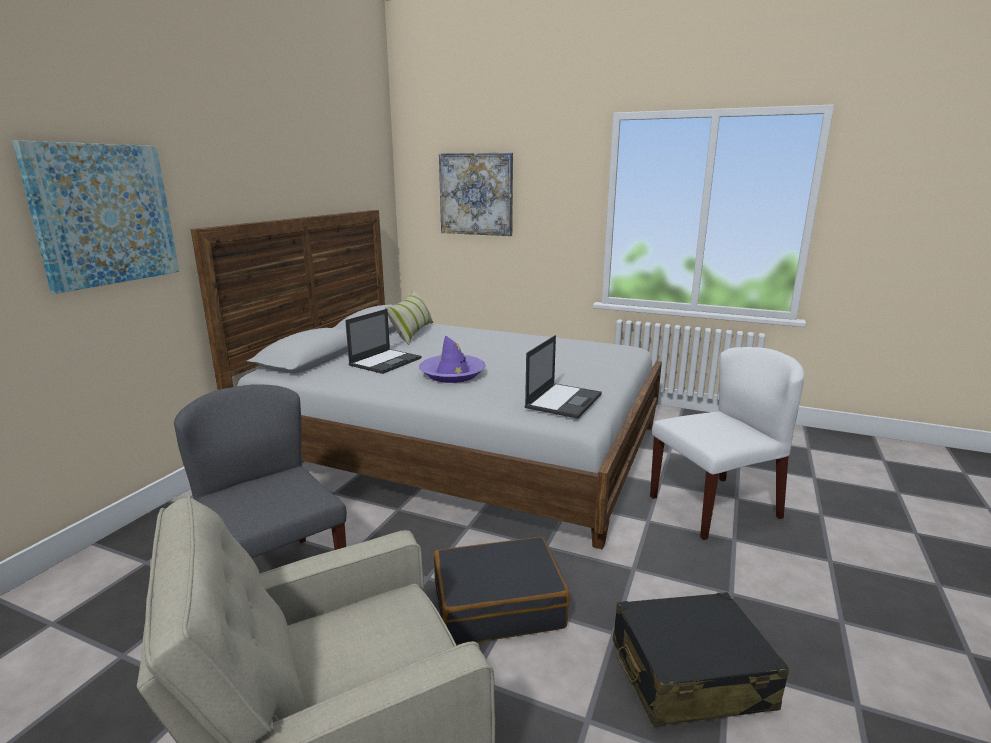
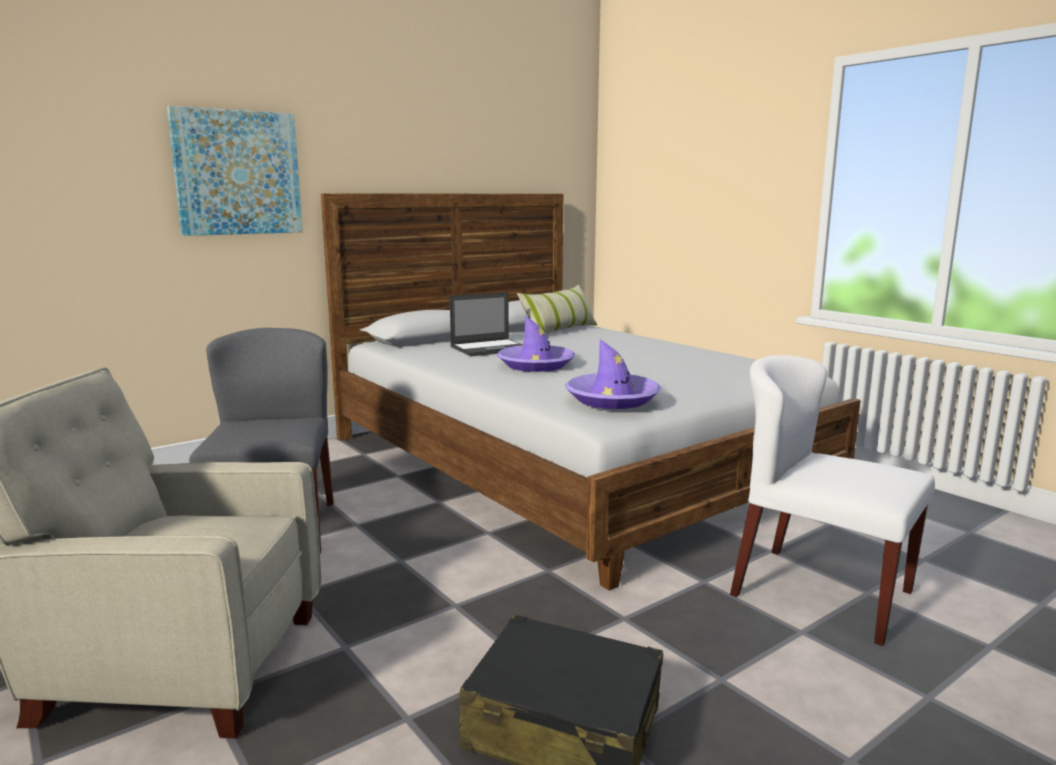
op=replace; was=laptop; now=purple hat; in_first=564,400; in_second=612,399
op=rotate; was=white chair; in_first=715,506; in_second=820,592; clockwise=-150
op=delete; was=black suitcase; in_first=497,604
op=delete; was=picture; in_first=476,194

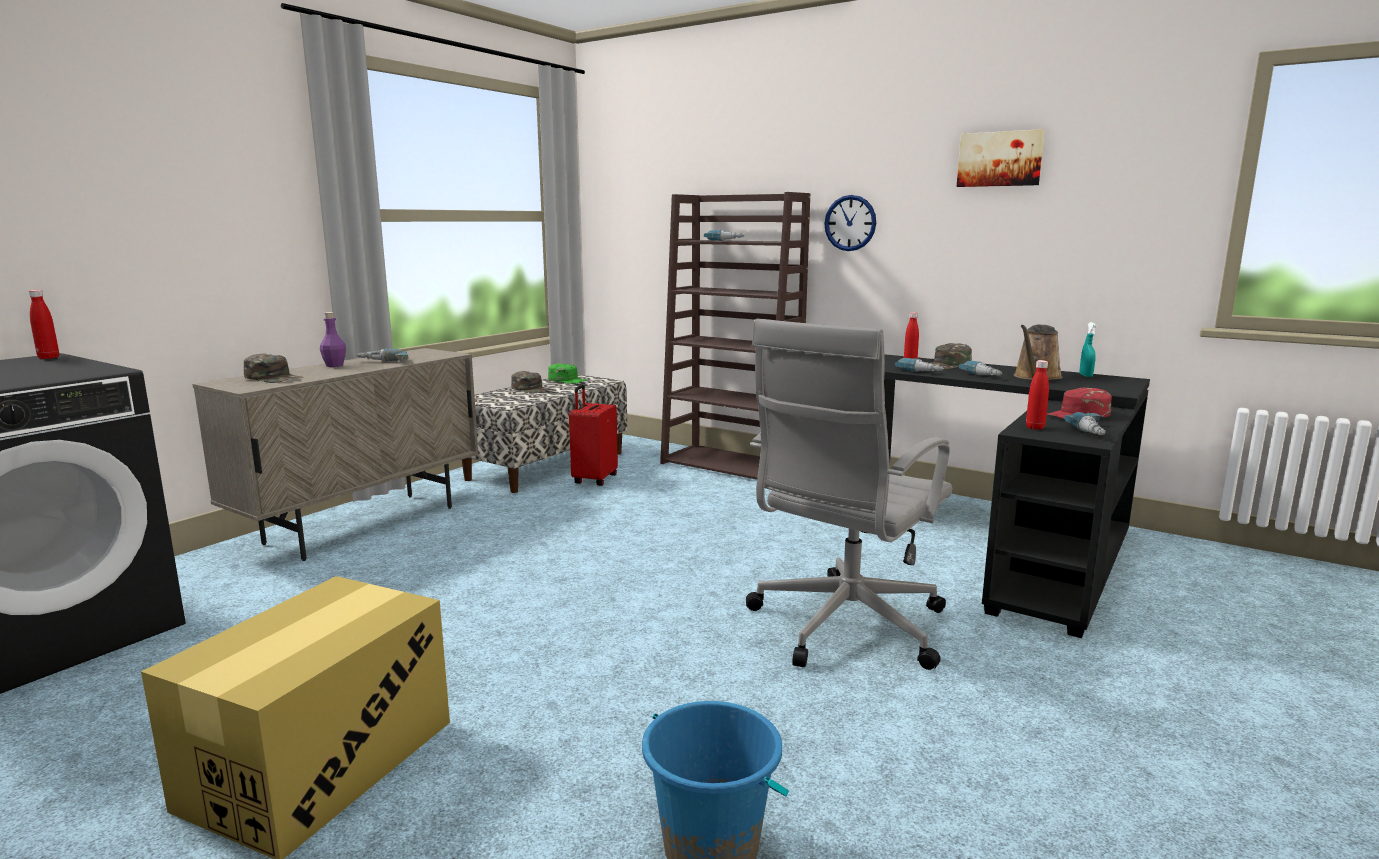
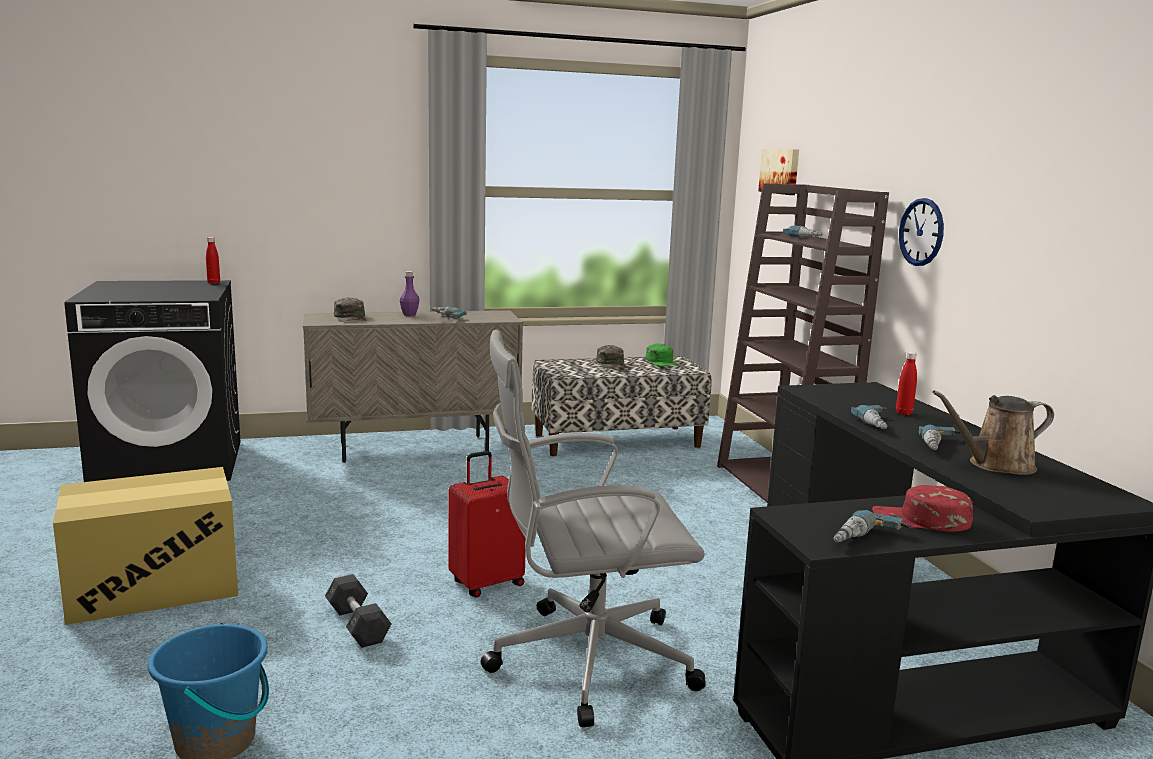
op=insert; now=grey dumbbell; in_second=357,625
op=move; was=red suitcase; in_first=594,479; in_second=486,583
op=move; was=picture; in_first=1000,159; in_second=780,171
op=delete; was=green cap; in_first=947,365
op=delete; was=red bottle; in_first=1035,427
op=delete; was=turquoise spray bottle; in_first=1085,376

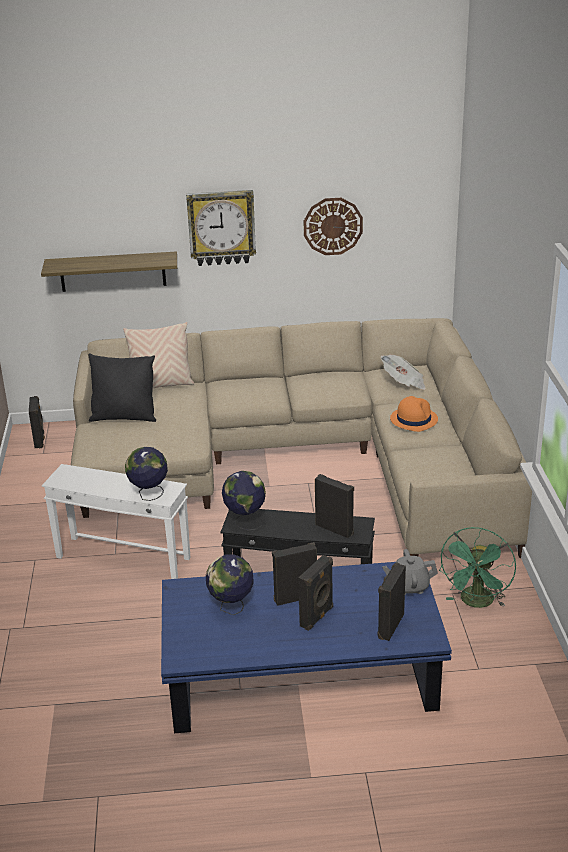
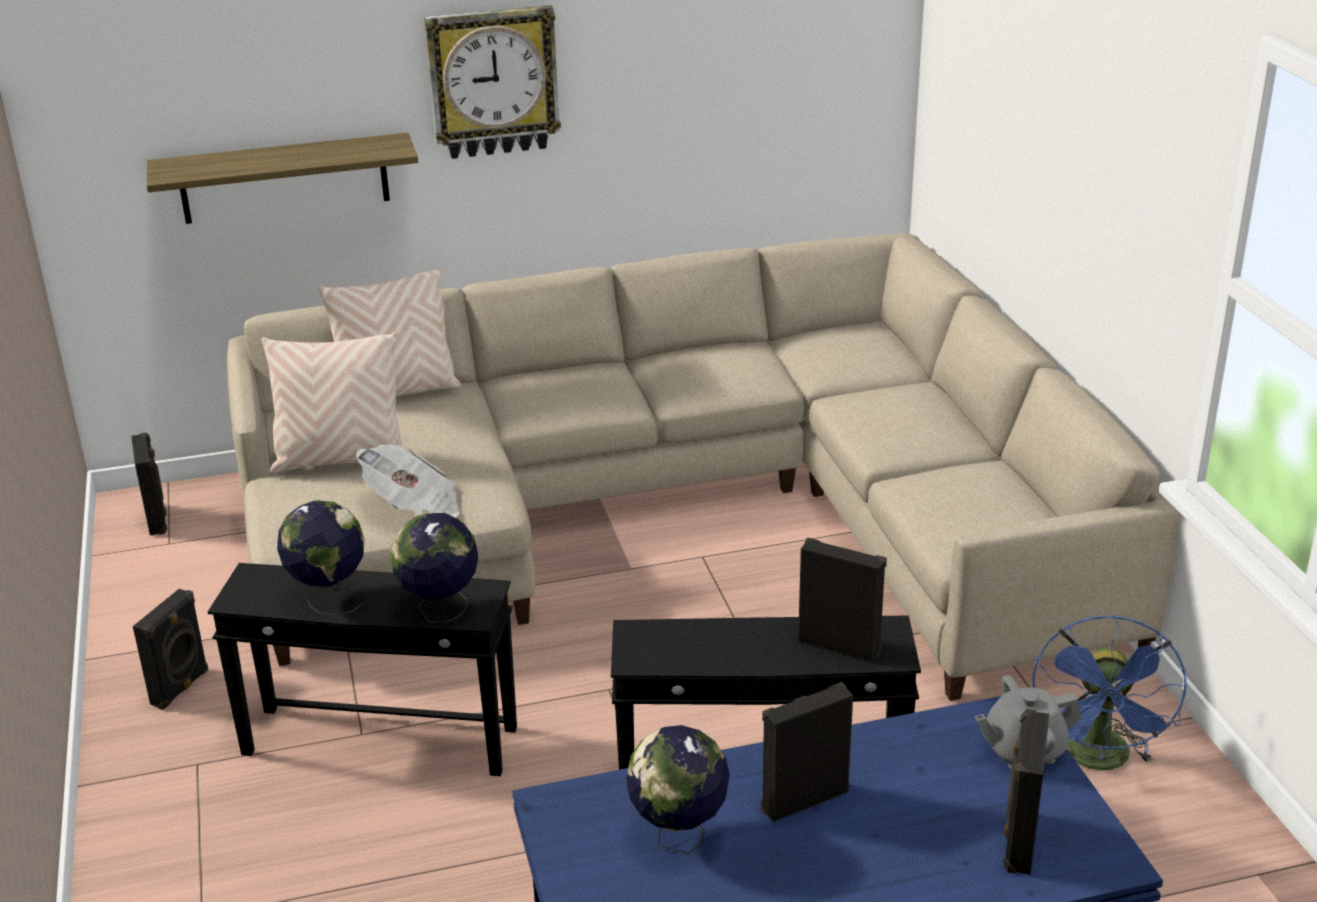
op=move; was=black speaker; in_first=317,617; in_second=181,688
op=recolor; was=white side table; now=black side table; in_first=122,558; in_second=379,742
op=recolor; was=black pillow; now=beige pillow; in_first=124,417; in_second=340,460
op=move; was=globe; in_first=245,520; in_second=329,598
op=move; was=newspaper; in_first=404,383; in_second=414,505
op=recolor; was=green fan; now=blue fan; in_first=476,603; in_second=1100,761
op=delete; was=wall clock; in_first=333,226
op=delete; was=orange hat; in_first=413,419

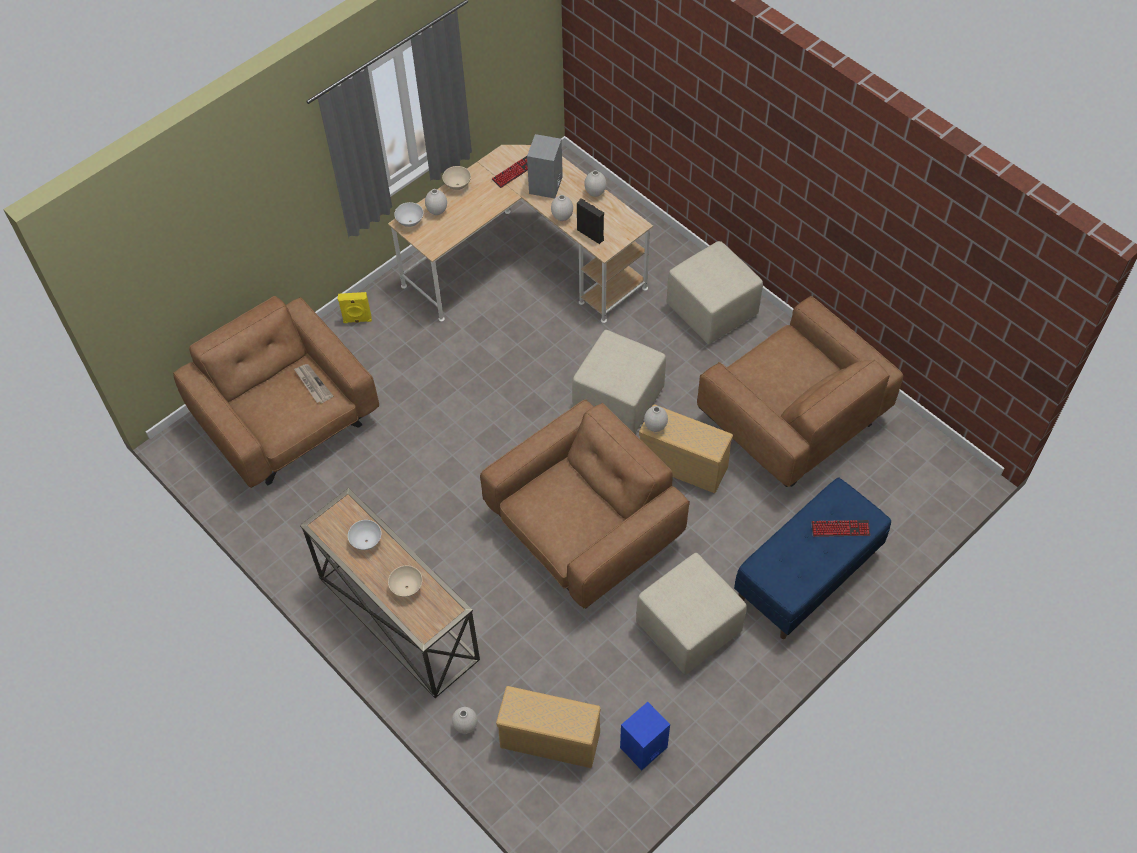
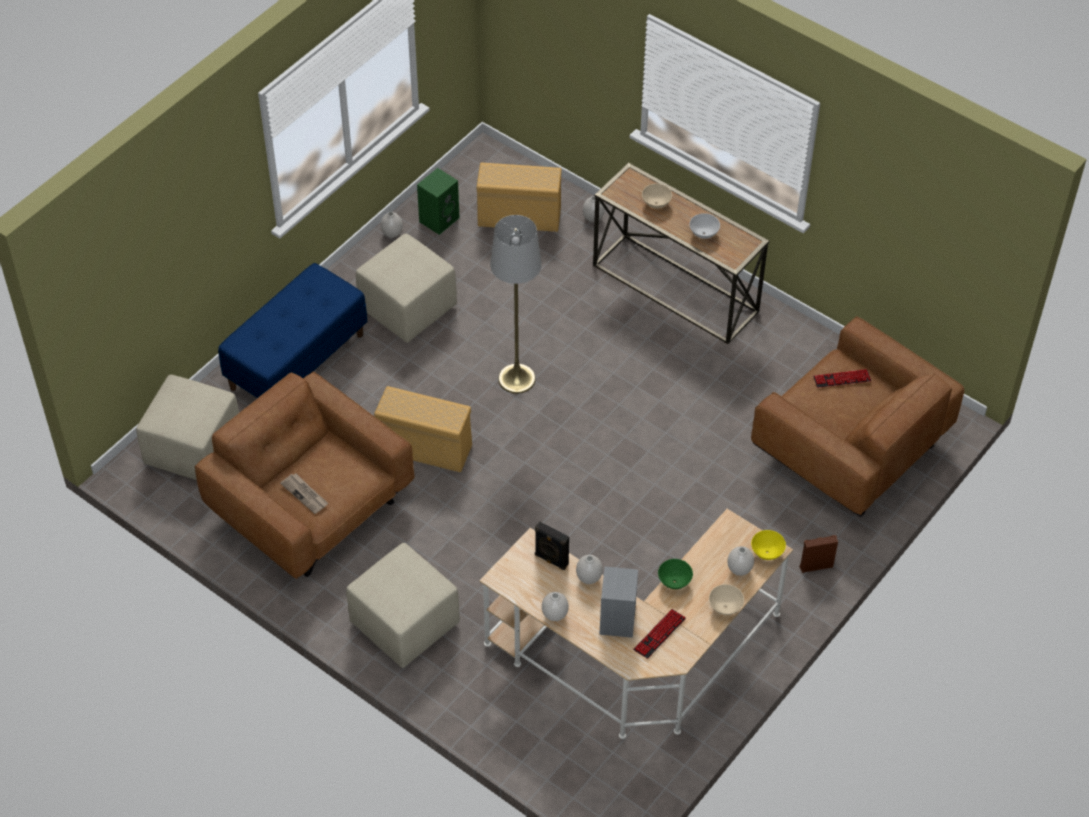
op=move; was=beige ottoman; in_first=618,400; in_second=193,448
op=move; was=newspaper; in_first=313,384; in_second=305,494
op=move; was=white vase; in_first=655,426; in_second=392,234
op=recolor; was=blue speaker; now=green speaker; in_first=643,749; in_second=439,219
op=replace; was=brown armchair; now=grey floor lamp; in_first=584,529; in_second=516,379
op=insert; now=green bowl; in_second=674,582
op=recolor; was=white bowl; now=yellow bowl; in_first=410,222; in_second=766,553
op=recolor; was=yellow speaker; now=brown speaker; in_first=357,320; in_second=816,565
op=move; was=keyboard; in_first=840,529; in_second=842,379

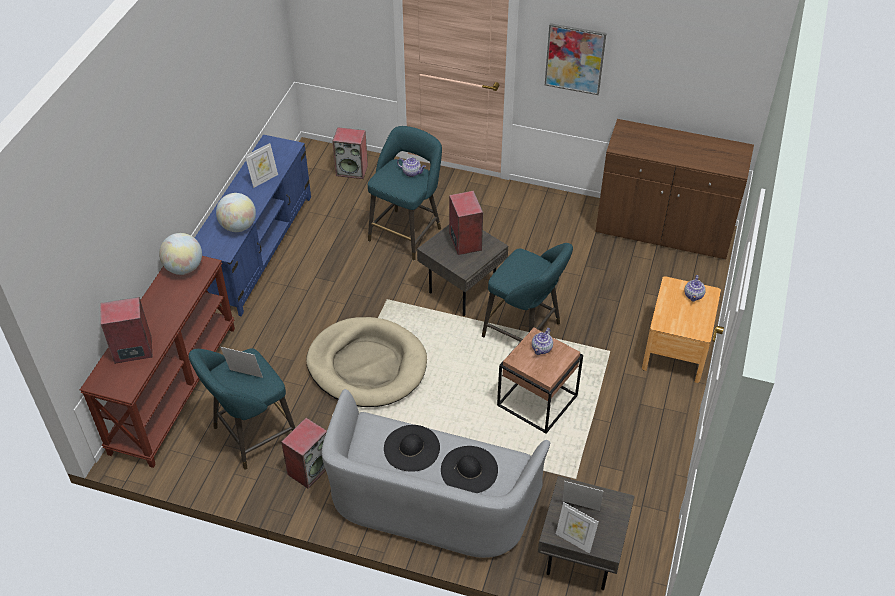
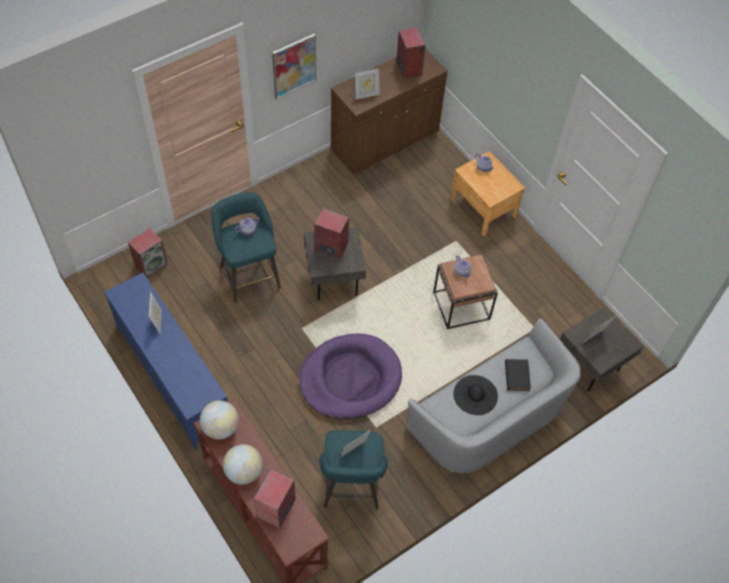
op=move; was=globe; in_first=238,226; in_second=244,472
op=recolor; was=beige dog bed; now=purple dog bed; in_first=367,365; in_second=350,378
op=move; was=picture frame; in_first=574,540; in_second=366,95
op=move; was=speaker; in_first=309,469; in_second=408,68
op=replace; was=black hat; now=black book; in_first=469,470; in_second=517,375
op=delete; was=turquoise stool; in_first=525,332

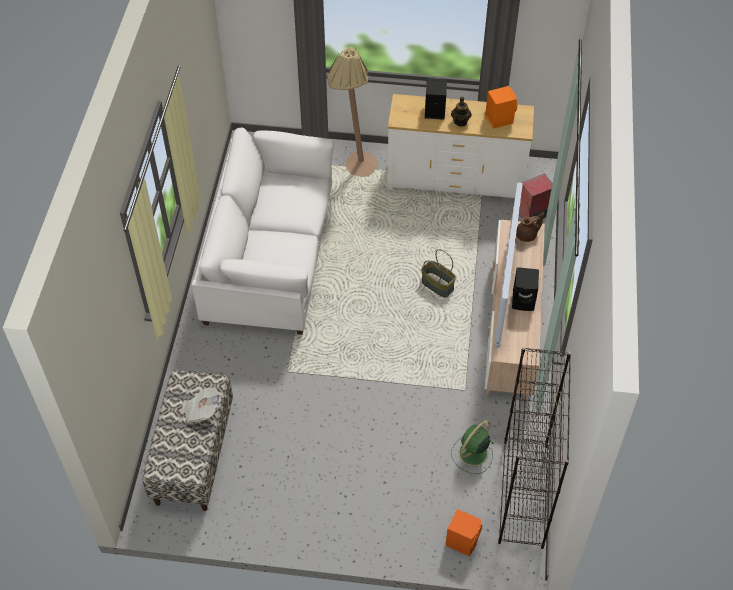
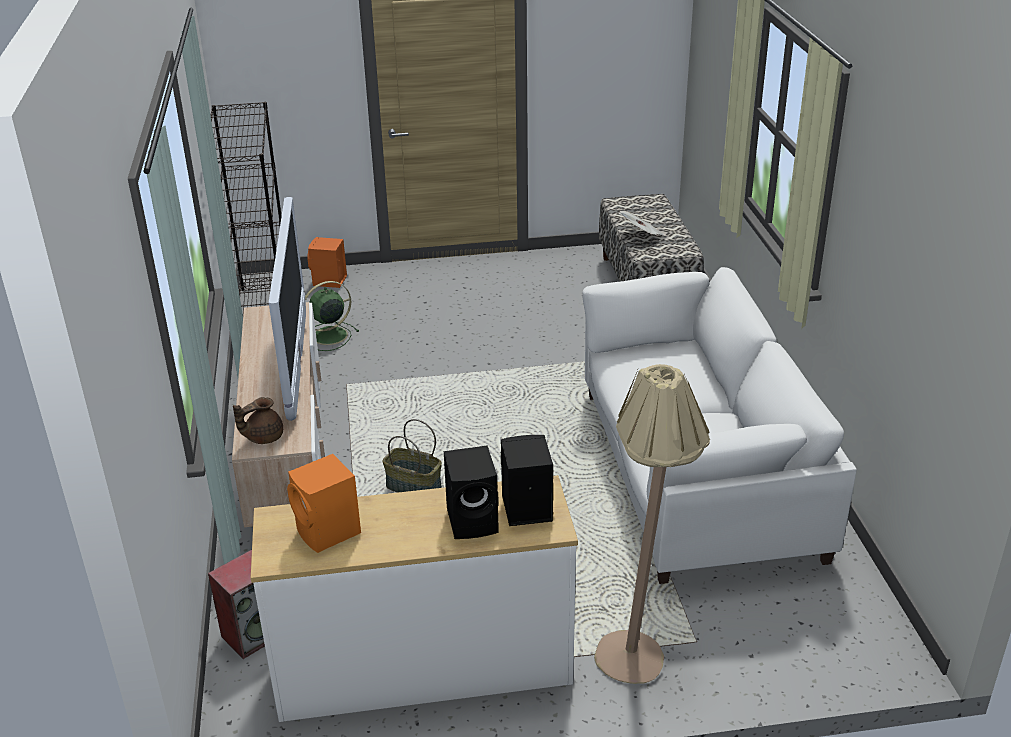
op=rotate; was=green fan; in_first=472,454; in_second=328,336; clockwise=-150
op=move; was=black speaker; in_first=524,300; in_second=524,508
op=delete; was=teapot; in_first=460,121

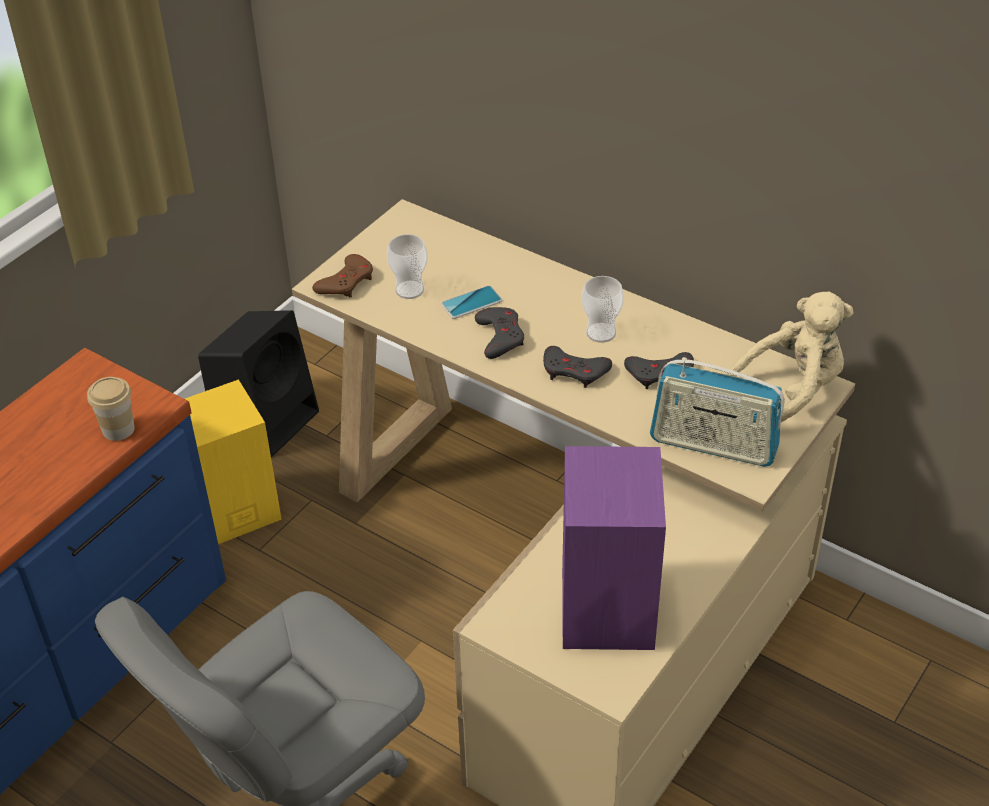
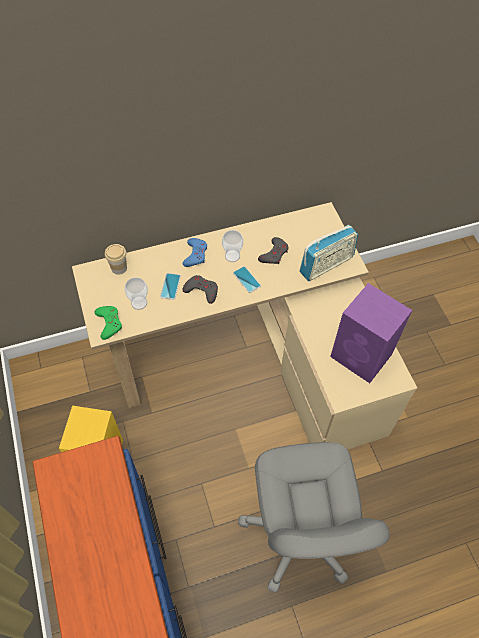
op=recolor; was=brown game controller; now=green game controller; in_first=346,282; in_second=109,323
op=move; was=cup; in_first=118,429; in_second=119,268
op=insert; now=blue game controller; in_second=195,254
op=replace; was=grey game controller; now=phone; in_first=574,371; in_second=246,279
op=delete; was=black speaker; in_first=267,418
op=delete; was=beige plush toy; in_first=791,392

